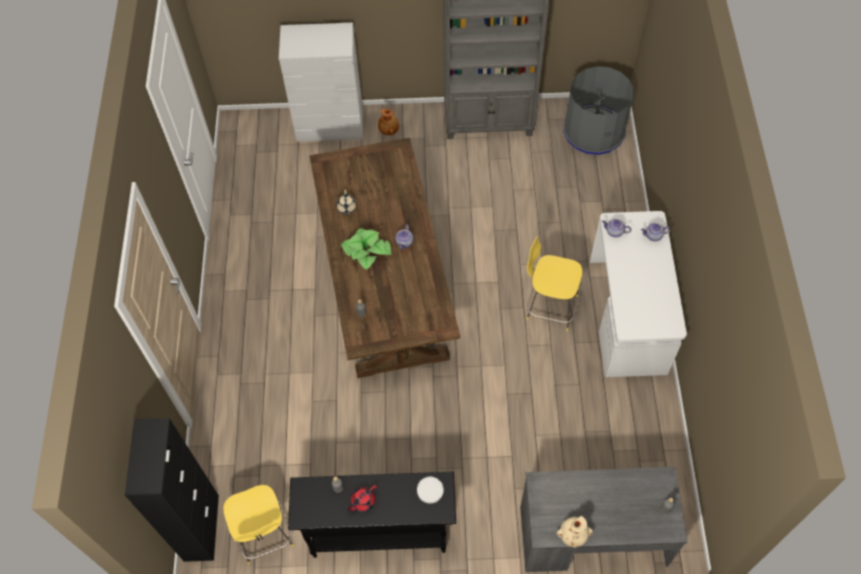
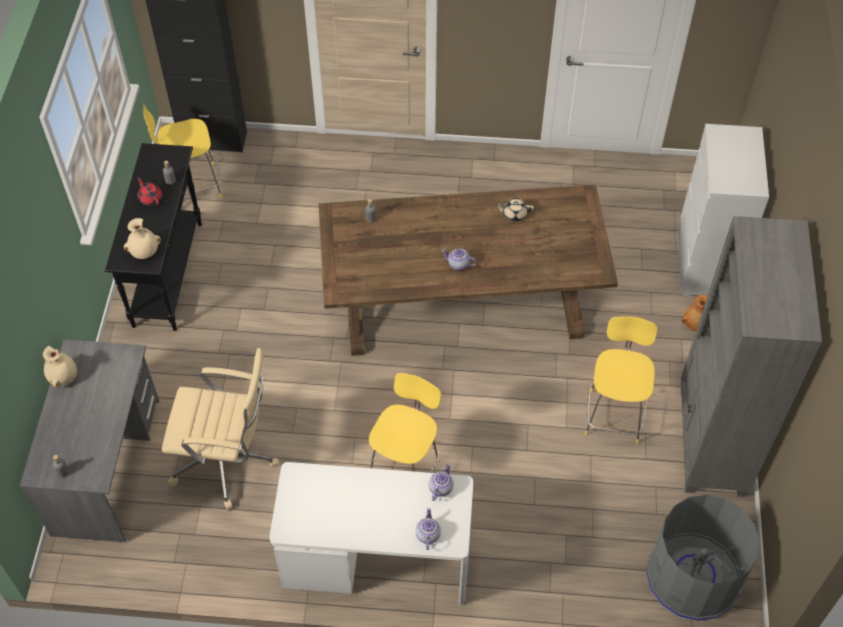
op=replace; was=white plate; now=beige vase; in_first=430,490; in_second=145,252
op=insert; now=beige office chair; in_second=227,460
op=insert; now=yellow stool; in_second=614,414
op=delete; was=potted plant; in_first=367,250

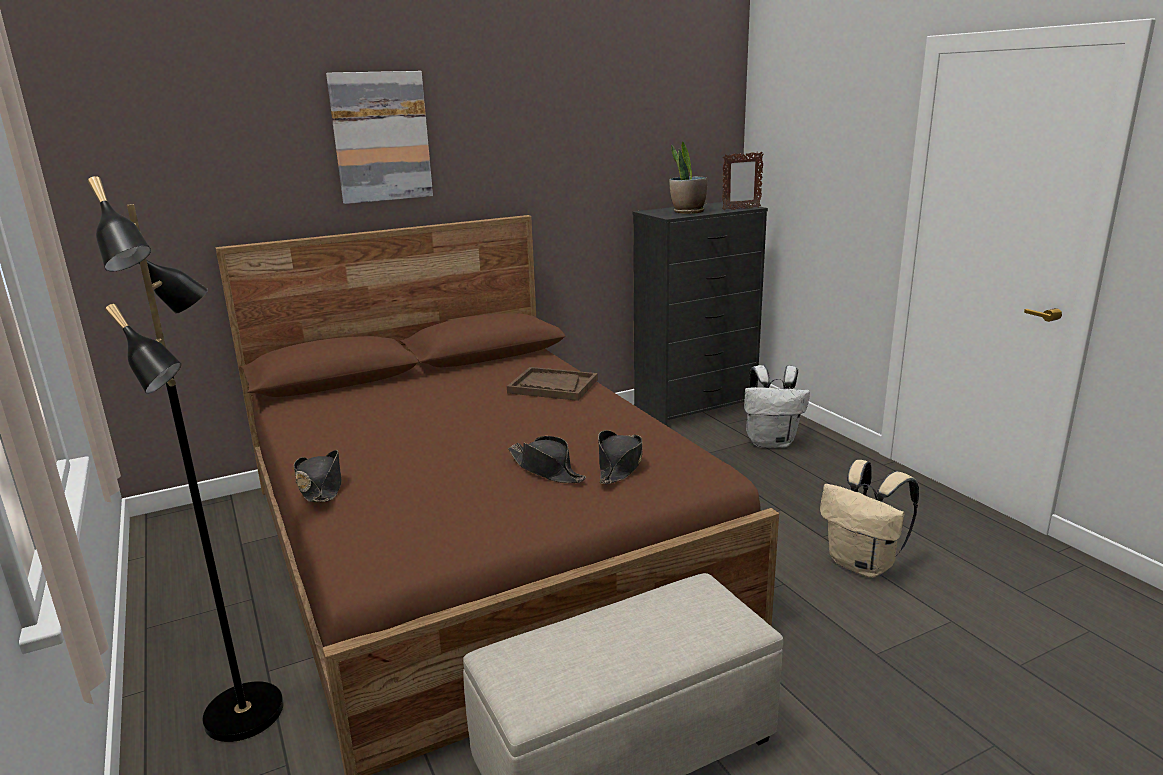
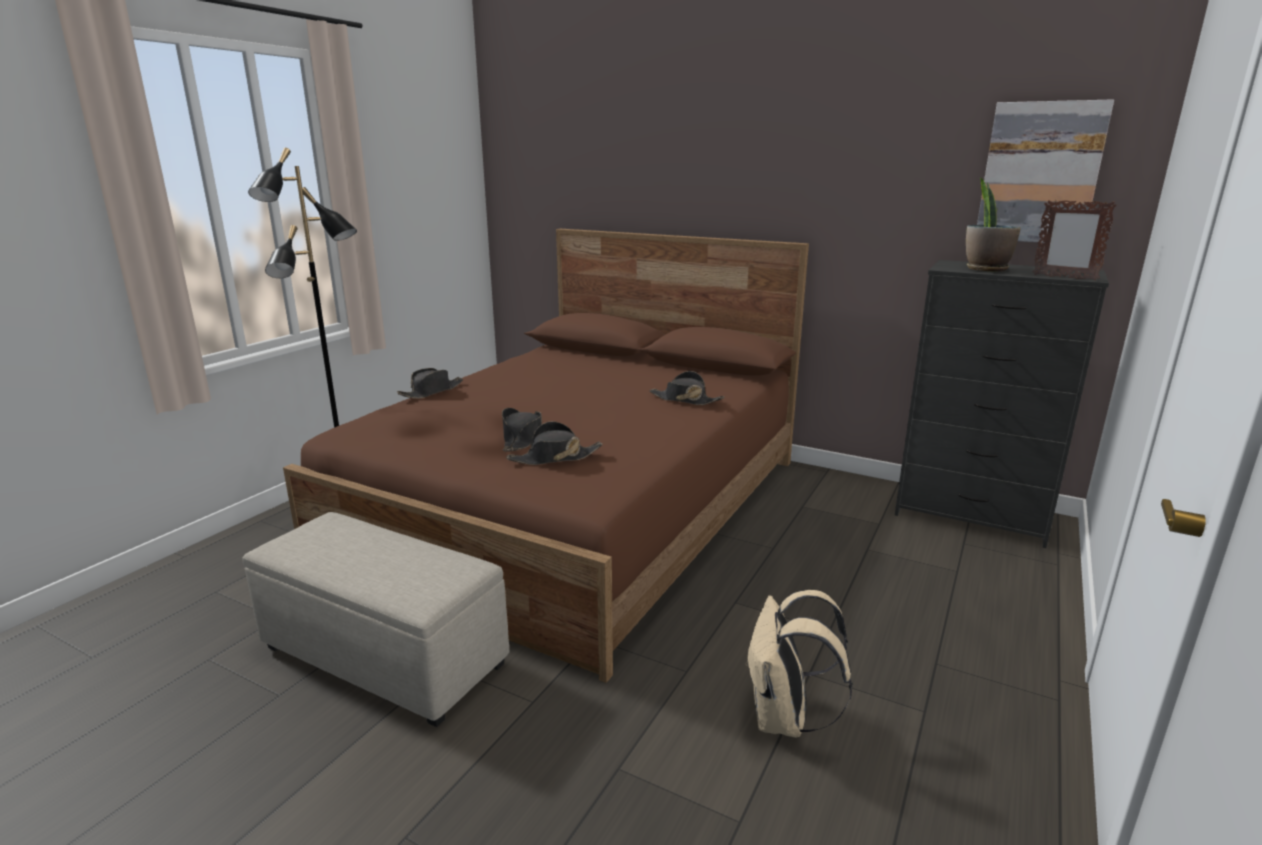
op=replace; was=brown tray; now=black hat; in_first=552,386; in_second=685,400
op=move; was=picture; in_first=381,137; in_second=1040,173
op=delete; was=white backpack; in_first=771,442

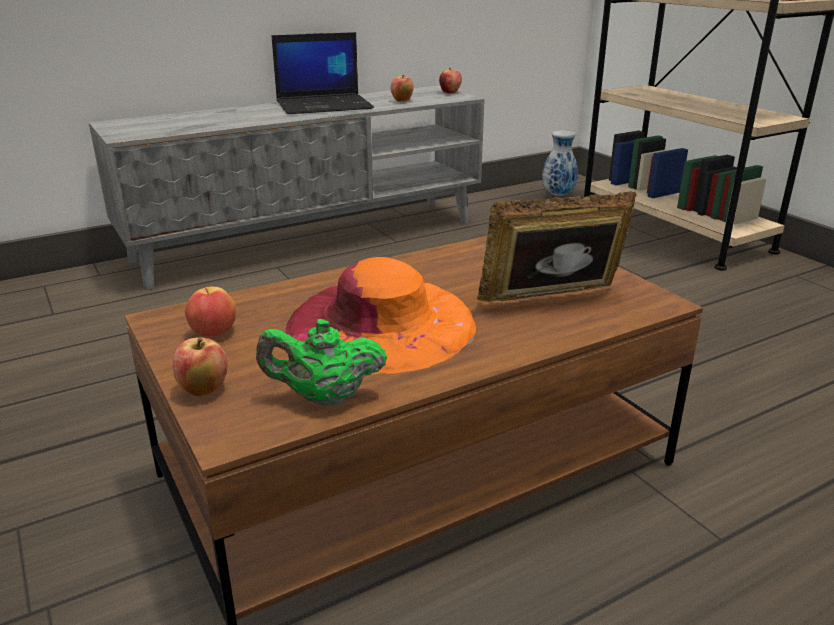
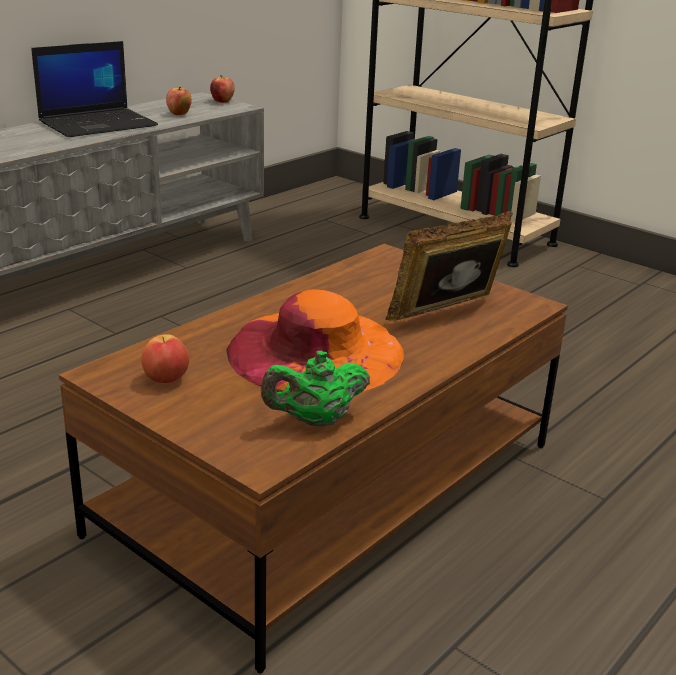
op=delete; was=apple; in_first=203,390
op=delete; was=vase; in_first=558,194

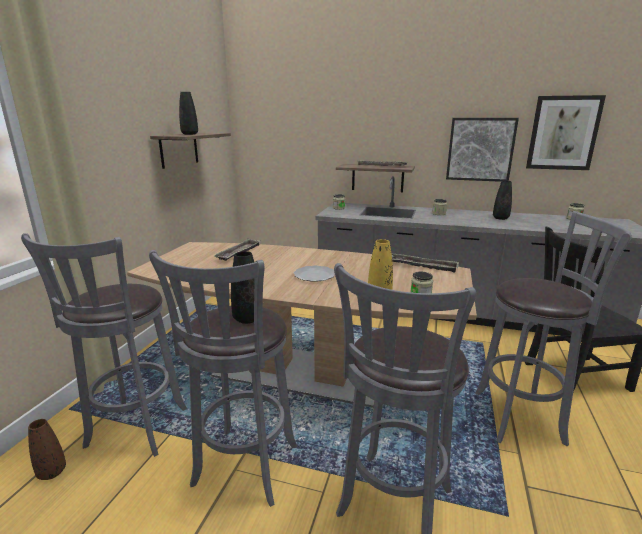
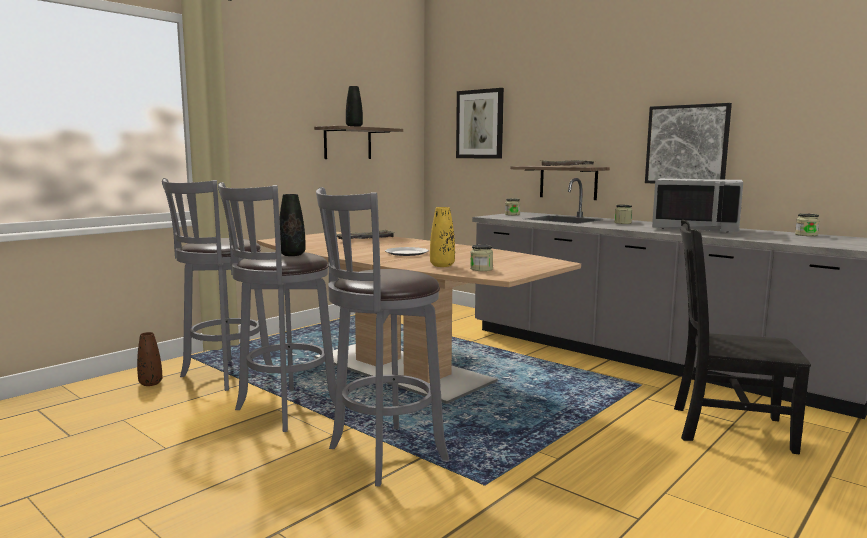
op=move; was=picture; in_first=563,133; in_second=480,124
op=replace; was=black vase; now=grey microwave; in_first=500,218; in_second=695,229
op=delete; was=tray; in_first=421,266
op=delete; was=grey stool; in_first=523,417

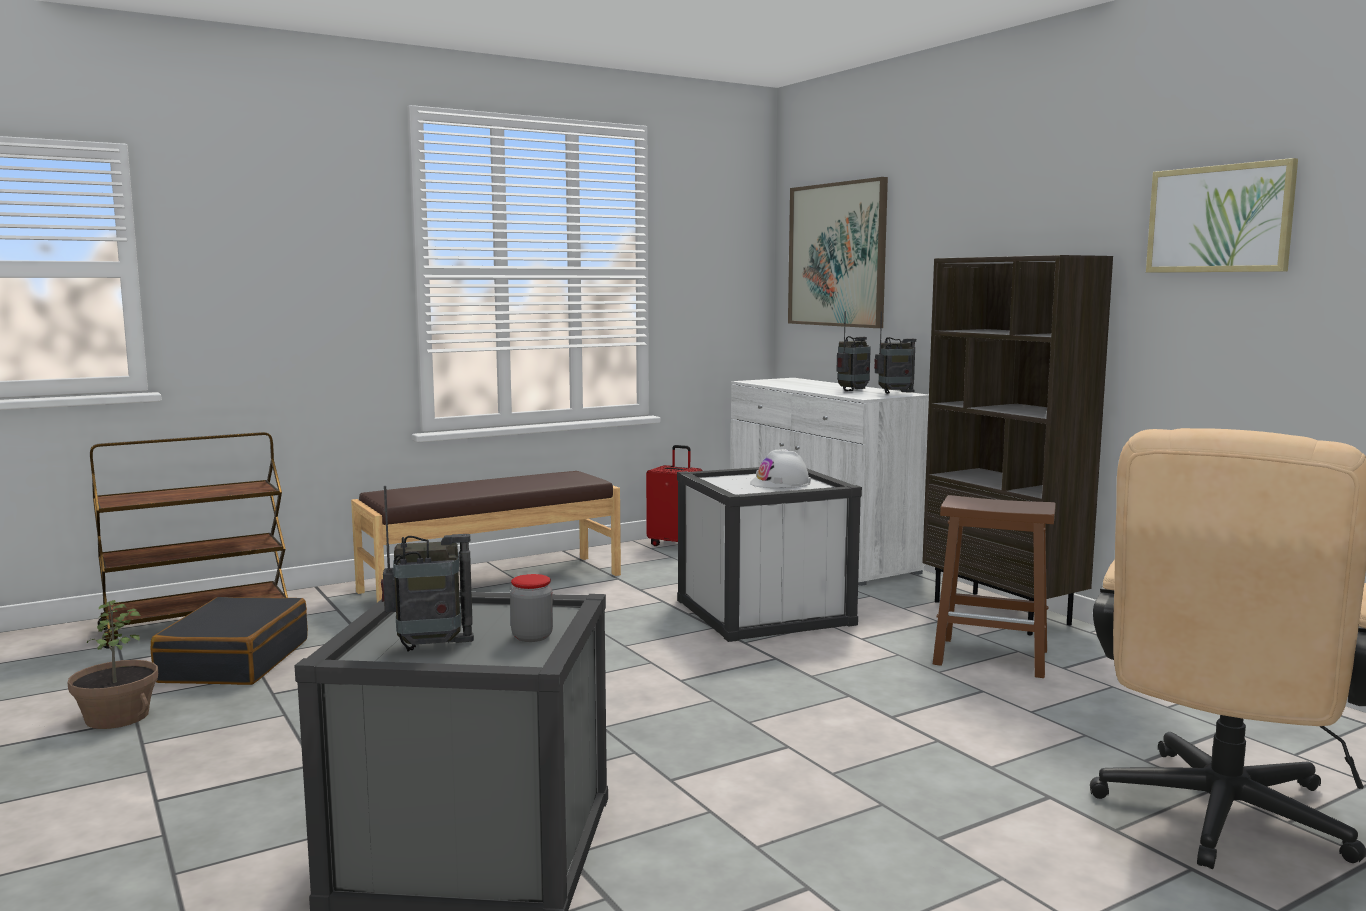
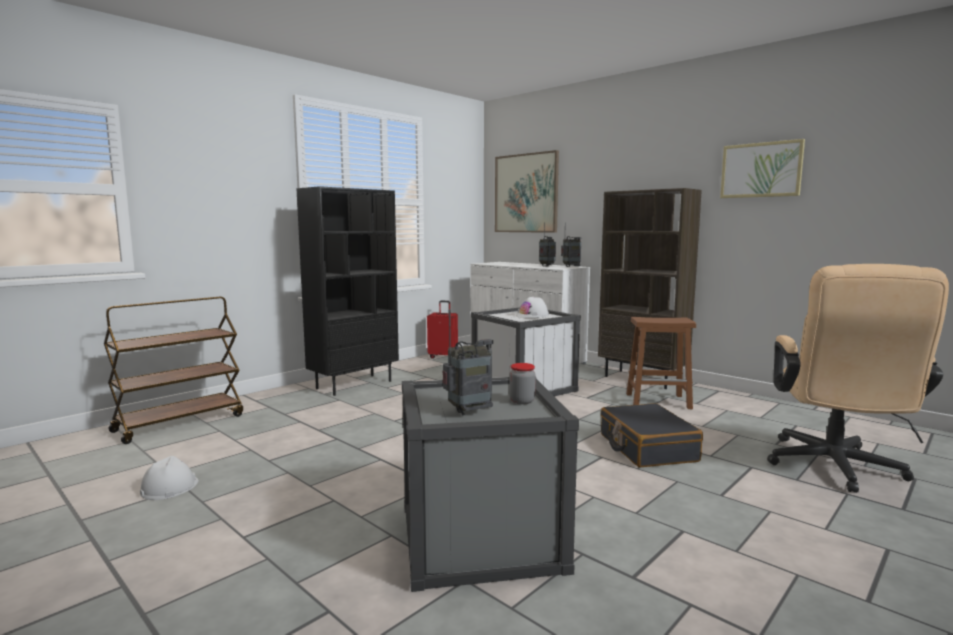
op=replace; was=potted plant; now=white hard hat; in_first=116,717; in_second=169,487
op=replace; was=brown bench; now=black bookcase; in_first=491,583; in_second=354,384
op=move; was=black suitcase; in_first=234,661; in_second=646,448

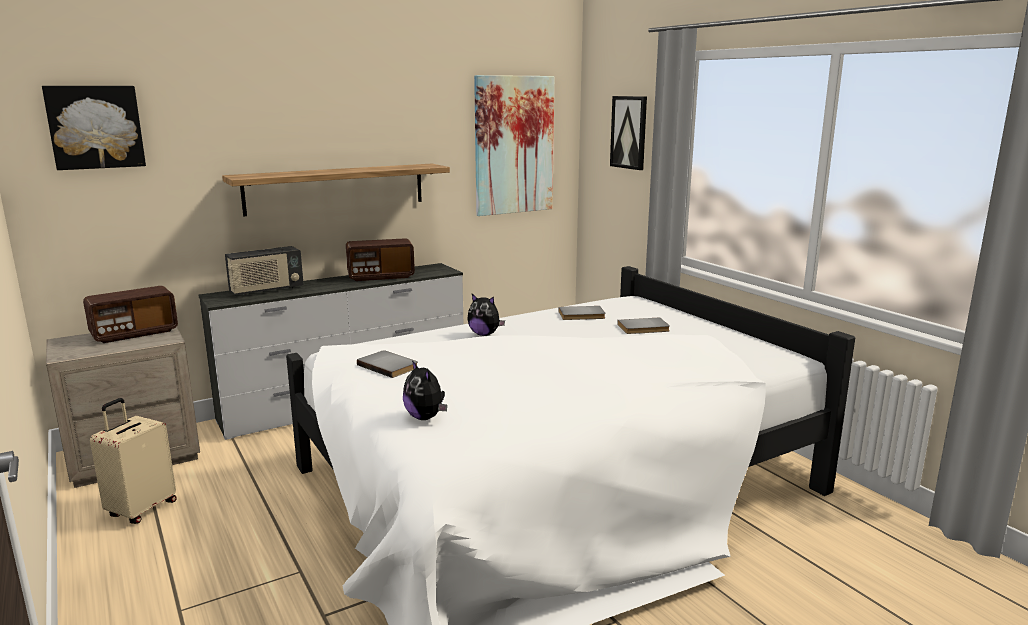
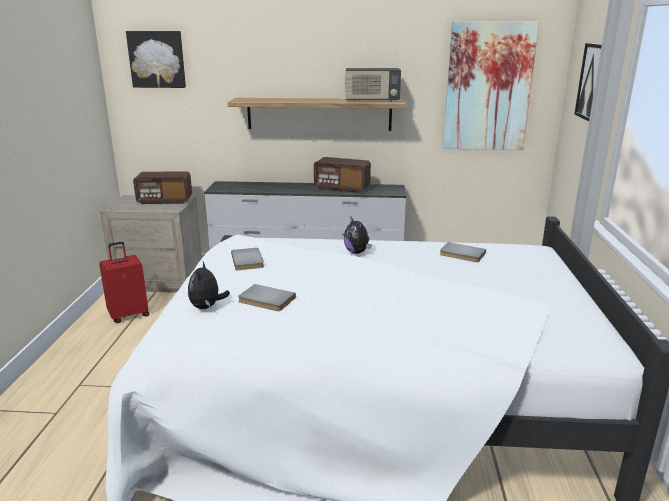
op=recolor; was=beige suitcase; now=red suitcase; in_first=141,509; in_second=129,315
op=move; was=grey book; in_first=644,328; in_second=265,300
op=move; was=radio; in_first=266,290; in_second=371,101

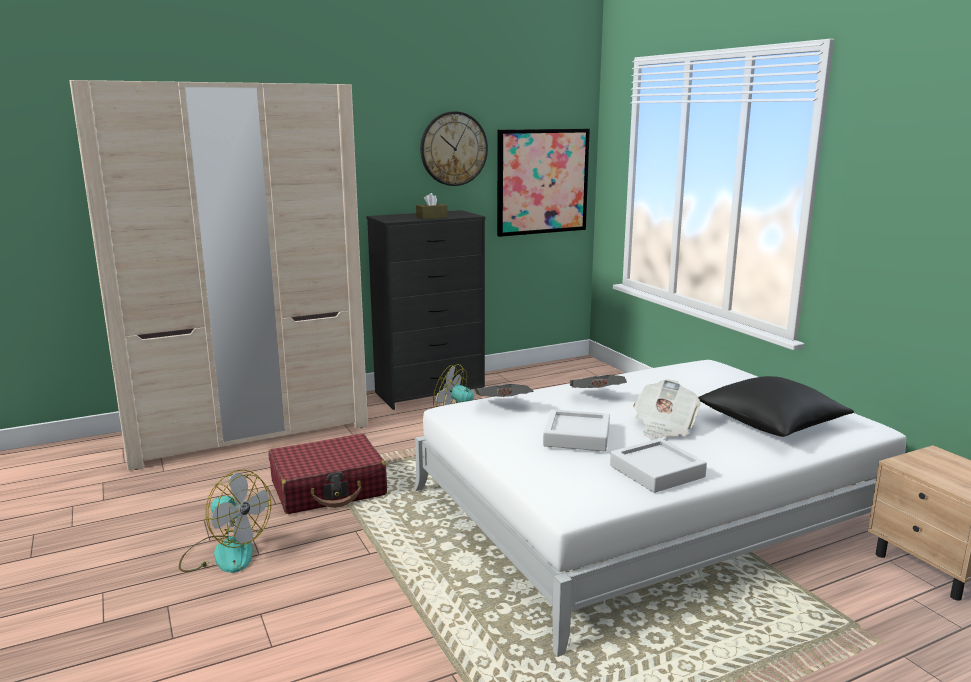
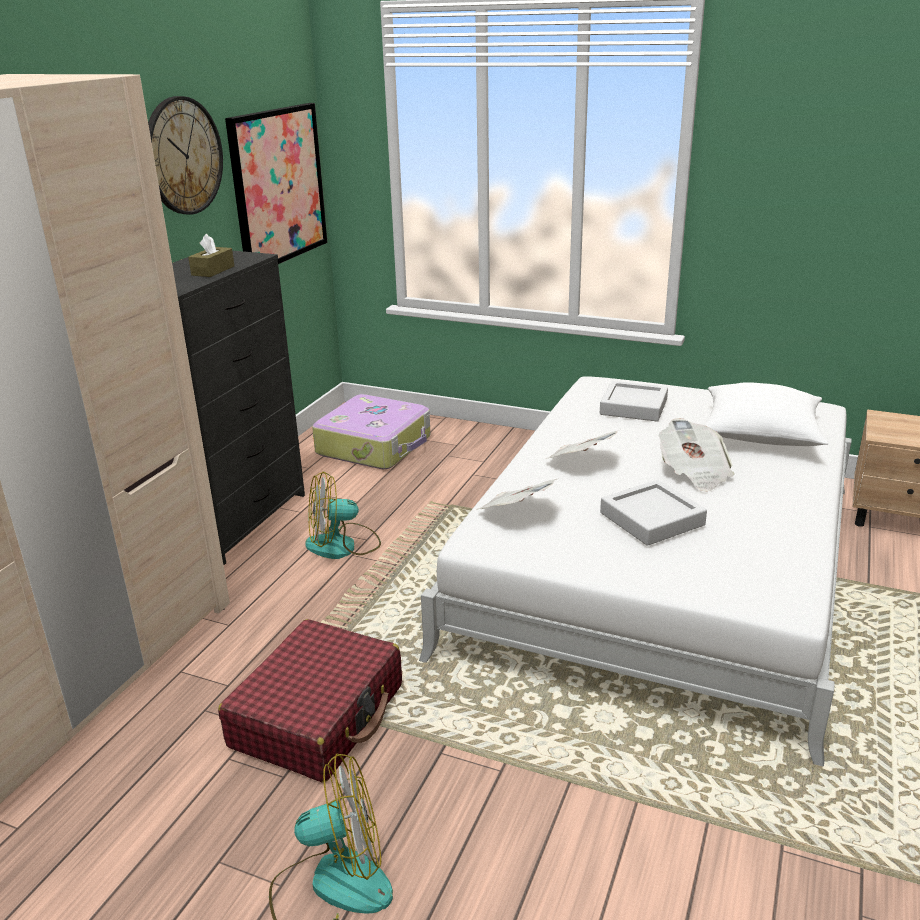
op=insert; now=suitcase; in_second=375,445
op=move; was=grey tray; in_first=657,471; in_second=633,407
op=recolor; was=black pillow; now=white pillow; in_first=771,423; in_second=760,433

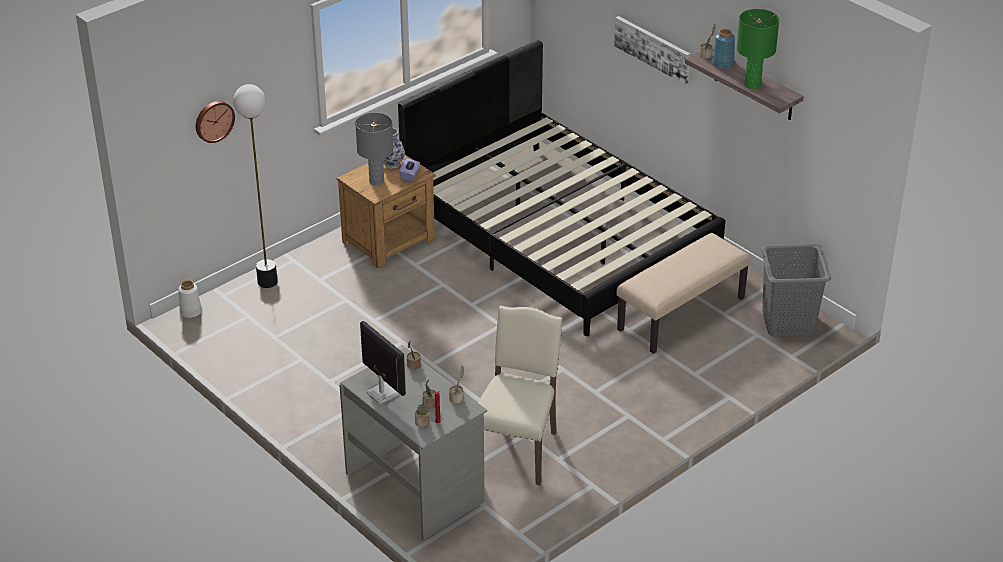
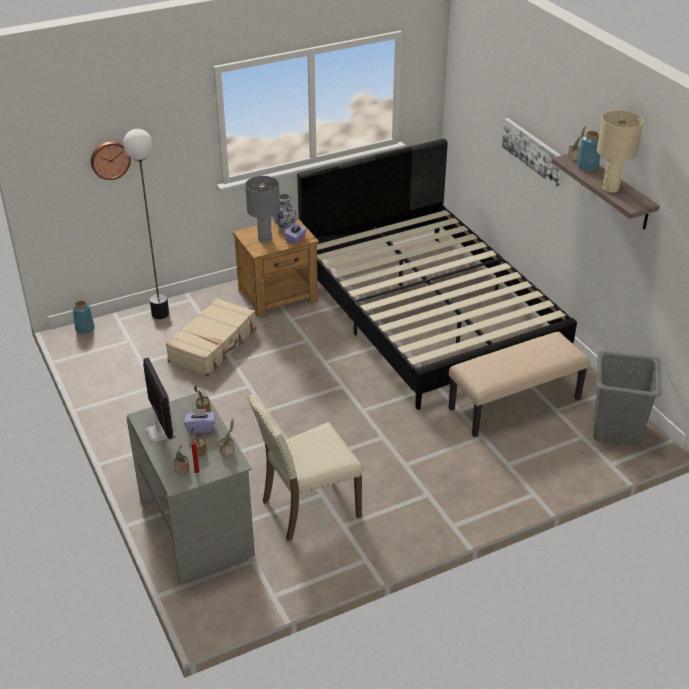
op=recolor; was=white vase; now=blue vase; in_first=190,311; in_second=85,328
op=insert; now=beige suitcase; in_second=213,345
op=insert; now=purple tissue box; in_second=200,428
op=rotate; was=beige chair; in_first=517,449; in_second=308,508; clockwise=-150
op=recolor; was=green table lamp; now=beige table lamp; in_first=753,84; in_second=610,188

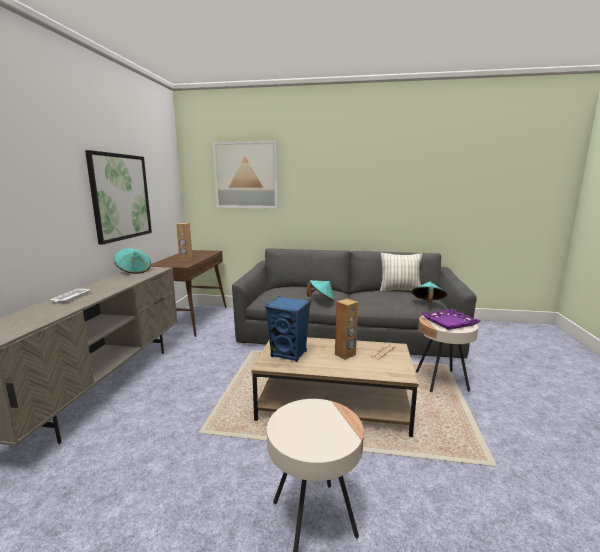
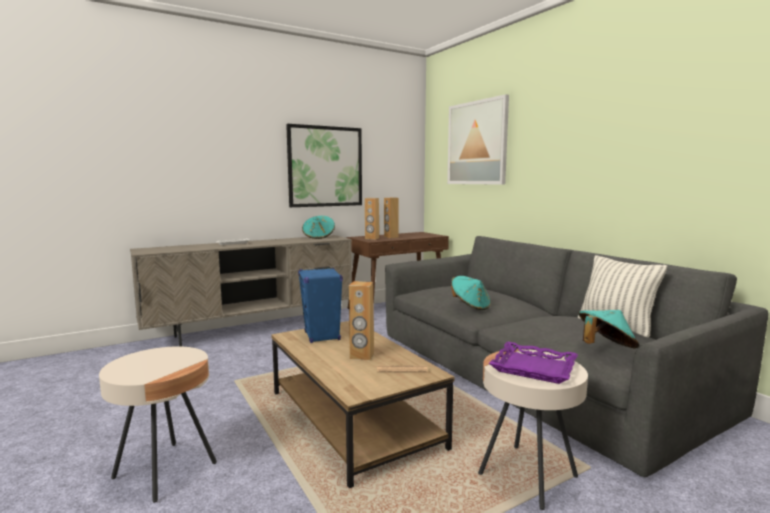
op=insert; now=brown speaker; in_second=372,238

